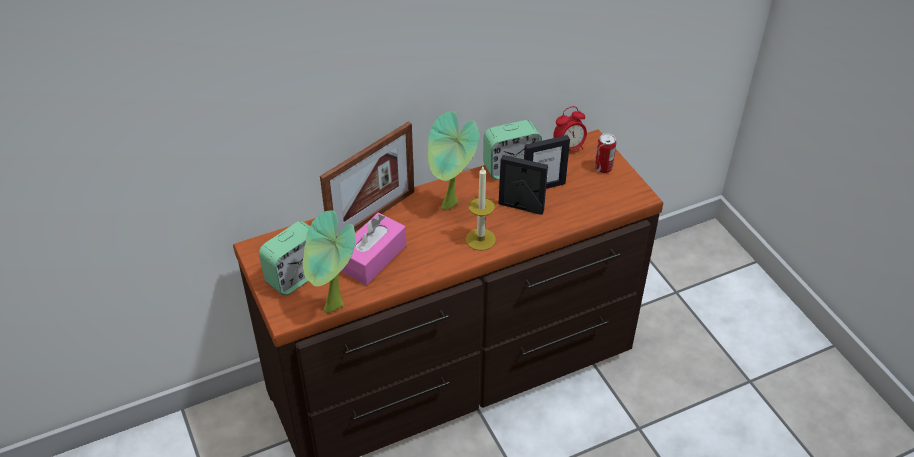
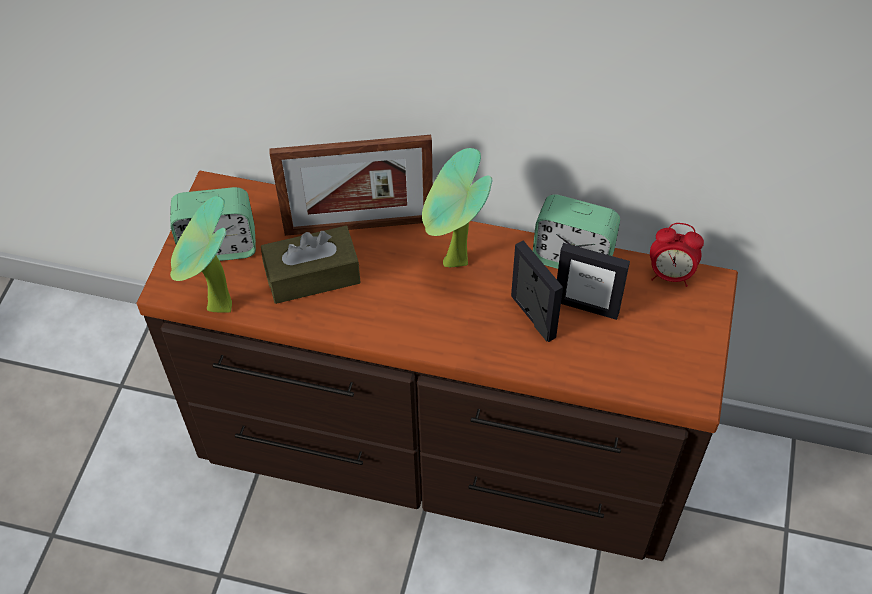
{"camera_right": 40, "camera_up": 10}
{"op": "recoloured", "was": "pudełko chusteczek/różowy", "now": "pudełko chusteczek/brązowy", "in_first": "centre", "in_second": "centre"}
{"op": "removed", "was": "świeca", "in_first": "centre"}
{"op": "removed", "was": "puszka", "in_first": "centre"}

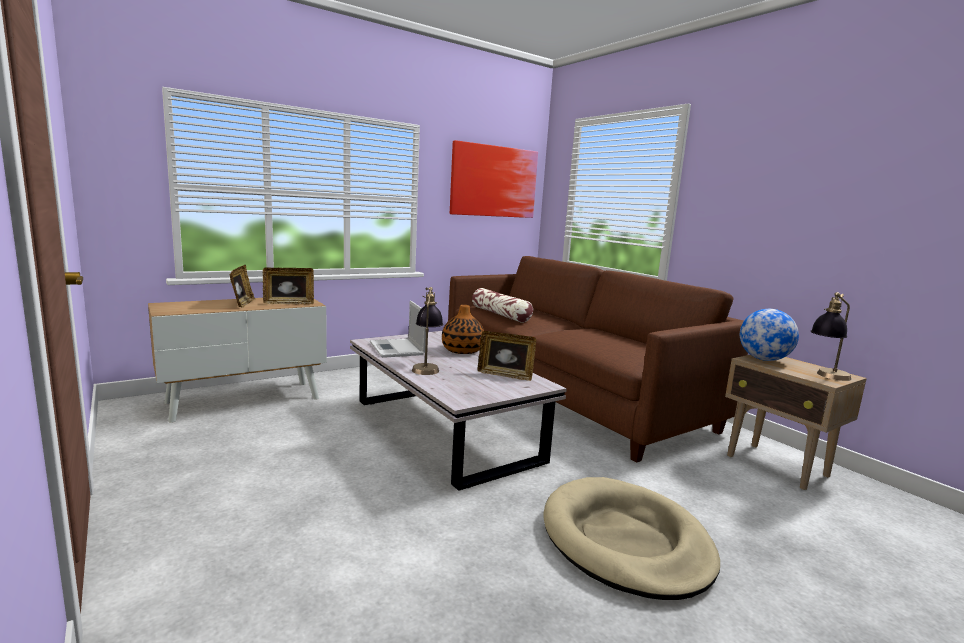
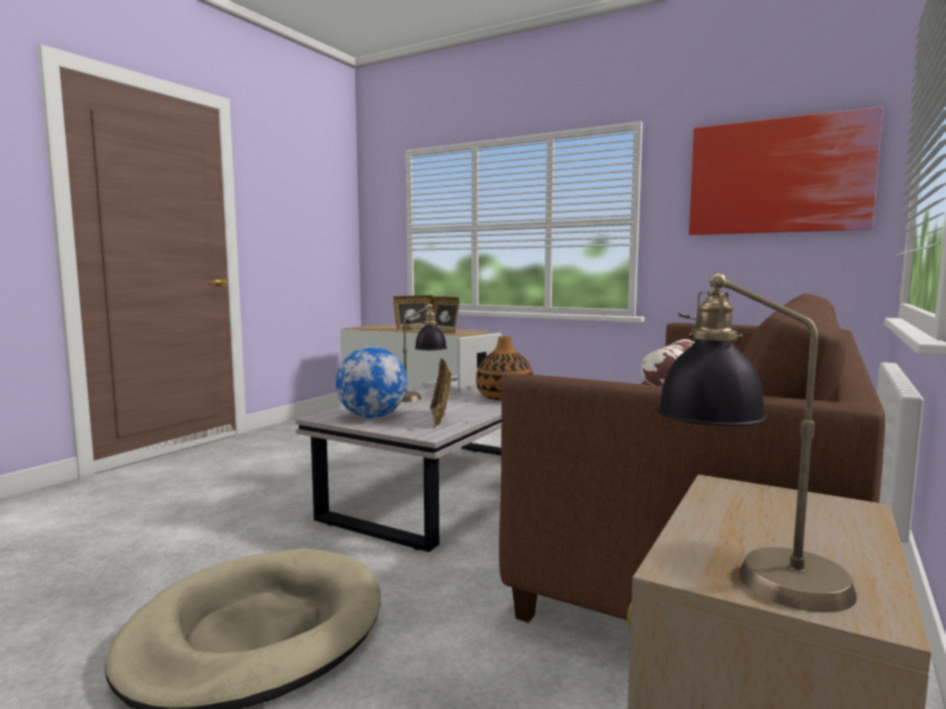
{"camera_right": 65, "camera_up": -5}
{"op": "moved", "was": "globus", "in_first": "middle right", "in_second": "centre"}

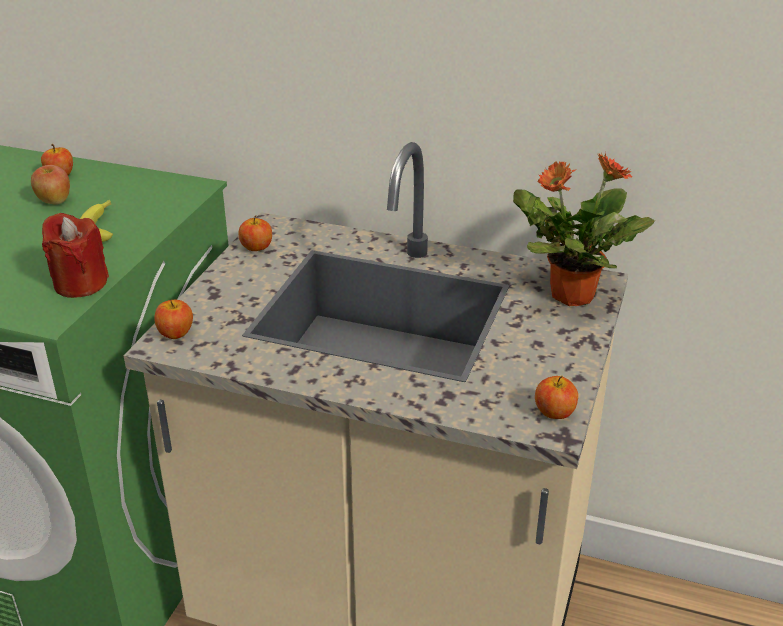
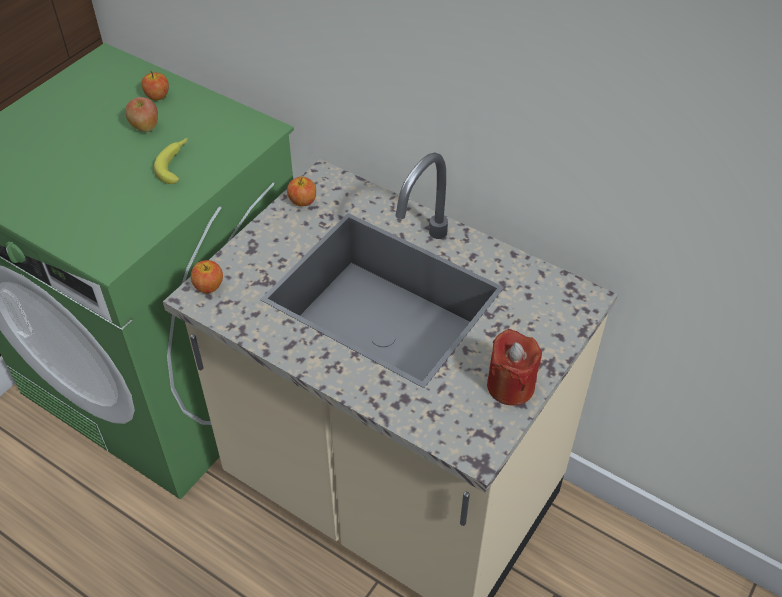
{"camera_right": 15, "camera_up": 15}
{"op": "moved", "was": "świeca/czerwony", "in_first": "middle left", "in_second": "centre"}
{"op": "removed", "was": "roślina doniczkowa", "in_first": "middle right"}
{"op": "removed", "was": "jabłko (5th from left)", "in_first": "middle right"}

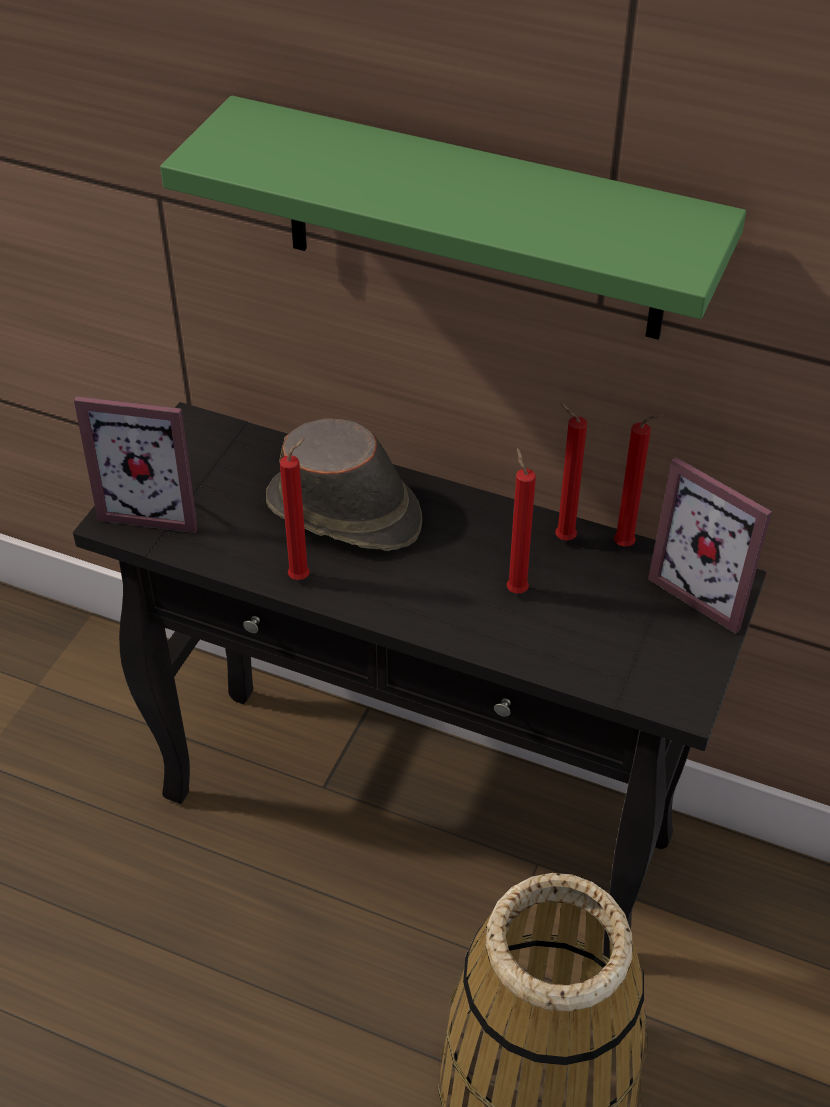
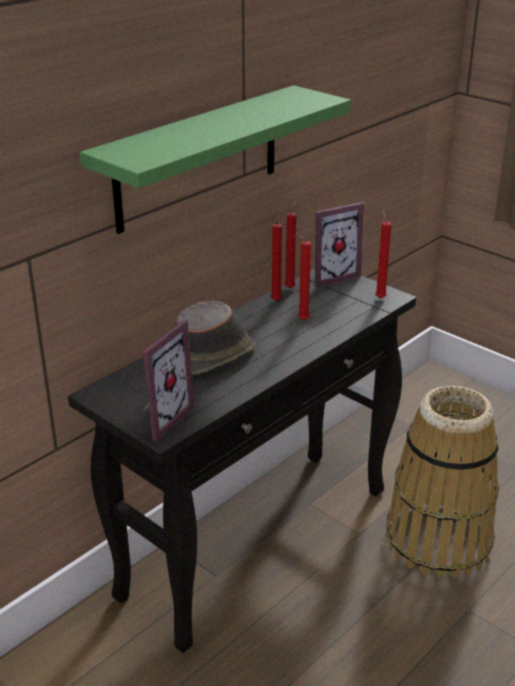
{"camera_right": -70, "camera_up": -15}
{"op": "moved", "was": "świeca/czerwony (1st from left in the first image)", "now": "świeca/czerwony (4th from left)", "in_first": "centre", "in_second": "middle right"}

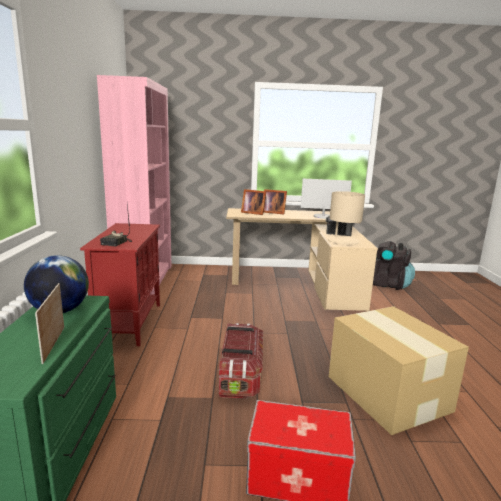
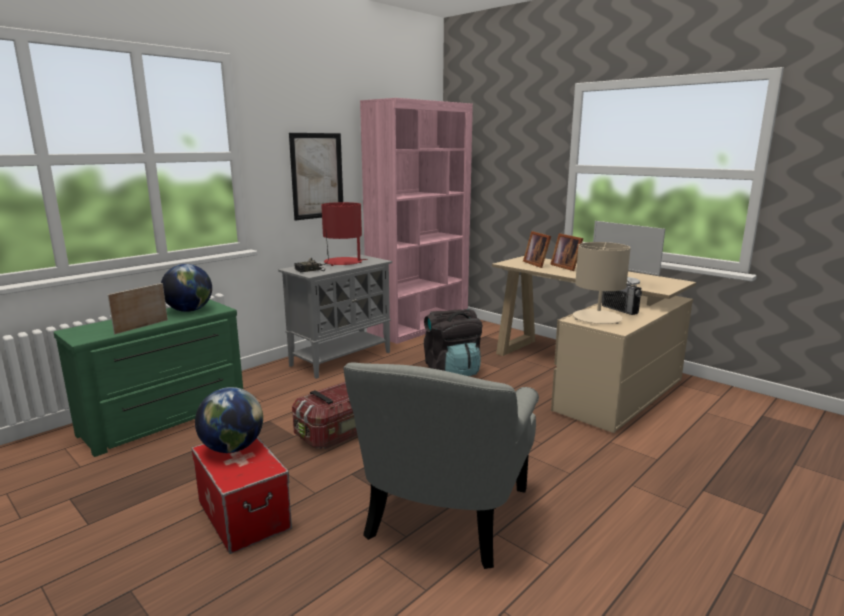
{"camera_right": 45, "camera_up": 0}
{"op": "recoloured", "was": "szafka/czerwony", "now": "szafka/szary", "in_first": "middle left", "in_second": "centre"}
{"op": "replaced", "was": "karton", "now": "fotel/szary", "in_first": "bottom right", "in_second": "bottom centre"}
{"op": "moved", "was": "plecak/czarny", "in_first": "middle right", "in_second": "centre"}
{"op": "added", "now": "globus (2nd from left)", "in_second": "bottom left"}
{"op": "added", "now": "obraz", "in_second": "top centre"}
{"op": "added", "now": "lampa stołowa/czerwony", "in_second": "centre"}

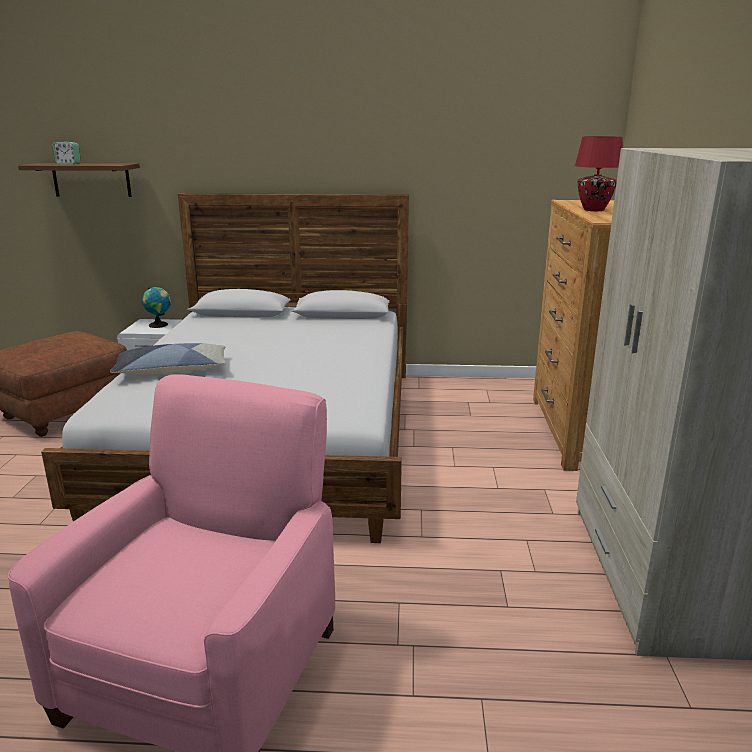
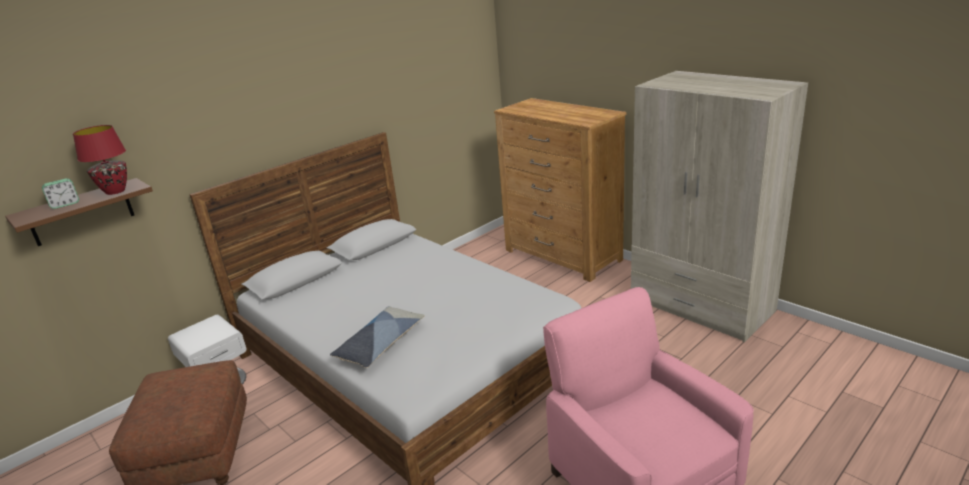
{"camera_right": -45, "camera_up": 5}
{"op": "removed", "was": "globus", "in_first": "middle left"}
{"op": "moved", "was": "lampa stołowa/czerwony", "in_first": "top right", "in_second": "top left"}

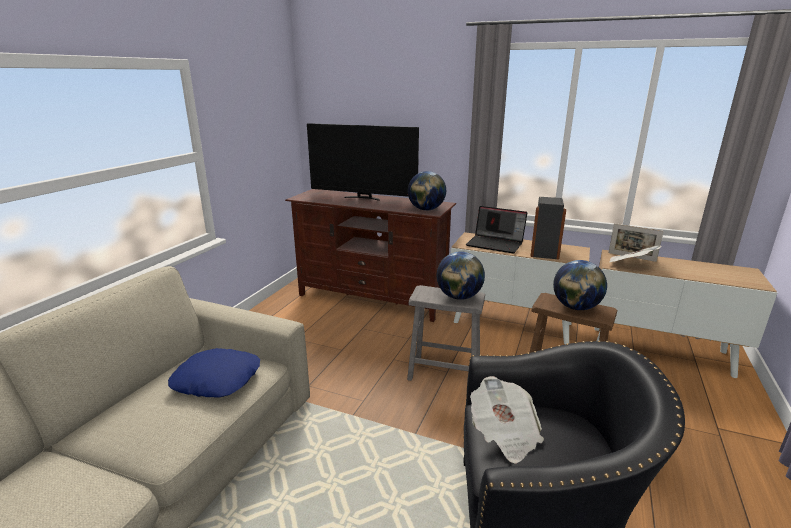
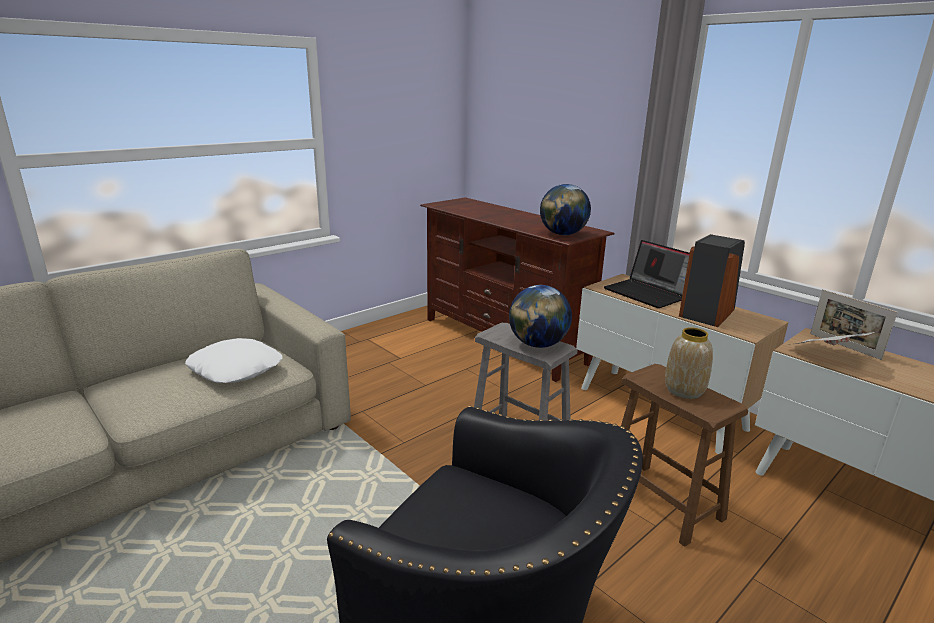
{"camera_right": 25, "camera_up": 0}
{"op": "recoloured", "was": "poduszka/niebieski", "now": "poduszka/biały", "in_first": "bottom left", "in_second": "middle left"}
{"op": "removed", "was": "telewizor", "in_first": "top centre"}
{"op": "removed", "was": "gazeta (1st from left)", "in_first": "bottom centre"}
{"op": "replaced", "was": "globus (3rd from left)", "now": "wazon", "in_first": "middle right", "in_second": "middle right"}

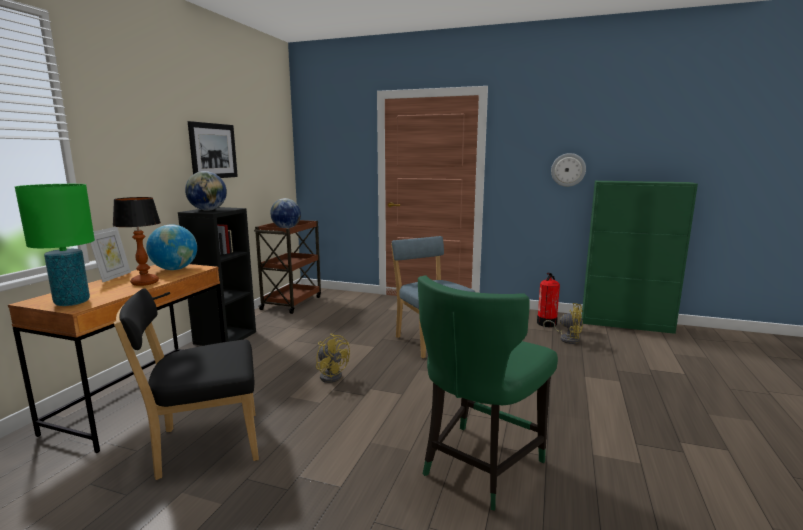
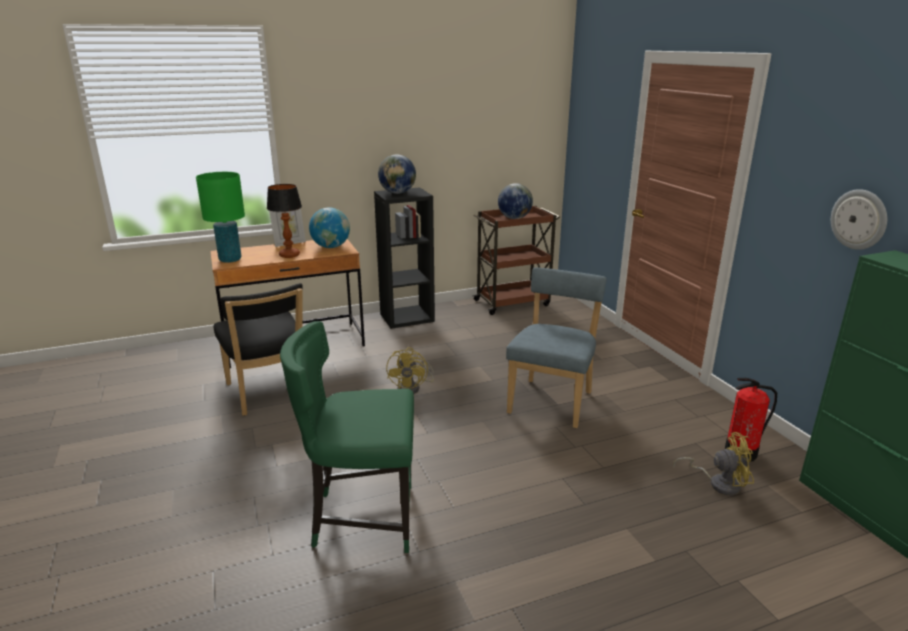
{"camera_right": 50, "camera_up": 10}
{"op": "turned", "was": "krzesło/czarny", "in_first": "bottom left", "in_second": "middle left", "clockwise": -150}
{"op": "removed", "was": "obraz", "in_first": "top left"}
{"op": "turned", "was": "wentylator/żółty (2nd from left)", "in_first": "middle right", "in_second": "bottom right", "clockwise": -75}

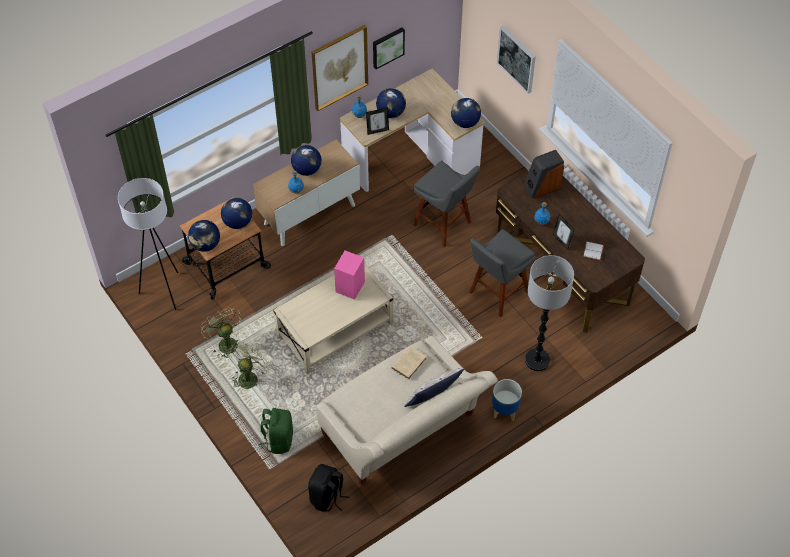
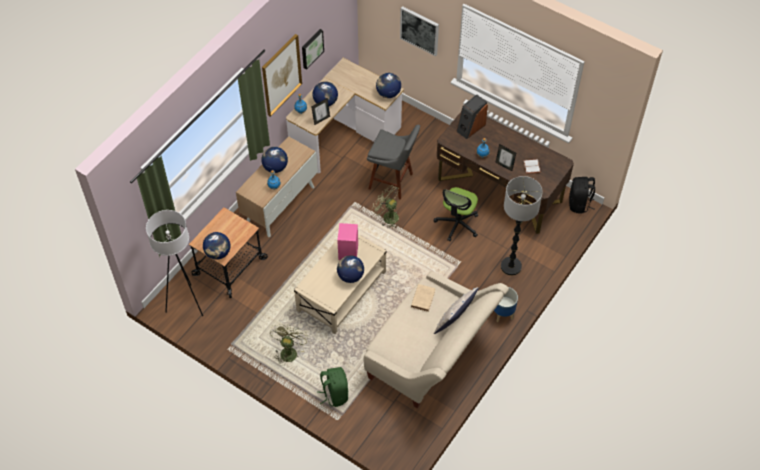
{"camera_right": -20, "camera_up": 0}
{"op": "moved", "was": "wentylator/zielony (1st from left in the first image)", "now": "wentylator/zielony (2nd from left)", "in_first": "middle left", "in_second": "centre"}
{"op": "moved", "was": "globus (2nd from left in the first image)", "now": "globus (4th from left)", "in_first": "middle left", "in_second": "centre"}
{"op": "moved", "was": "plecak/czarny", "in_first": "bottom centre", "in_second": "middle right"}
{"op": "replaced", "was": "stołek/szary (2nd from left)", "now": "krzesło biurowe", "in_first": "centre", "in_second": "centre"}

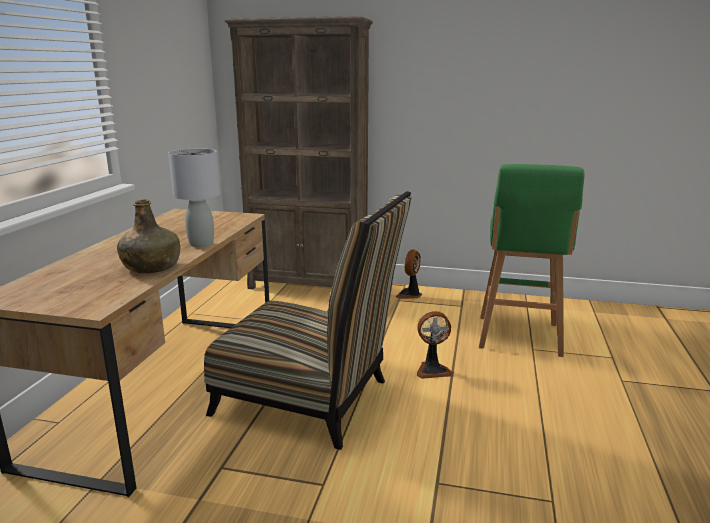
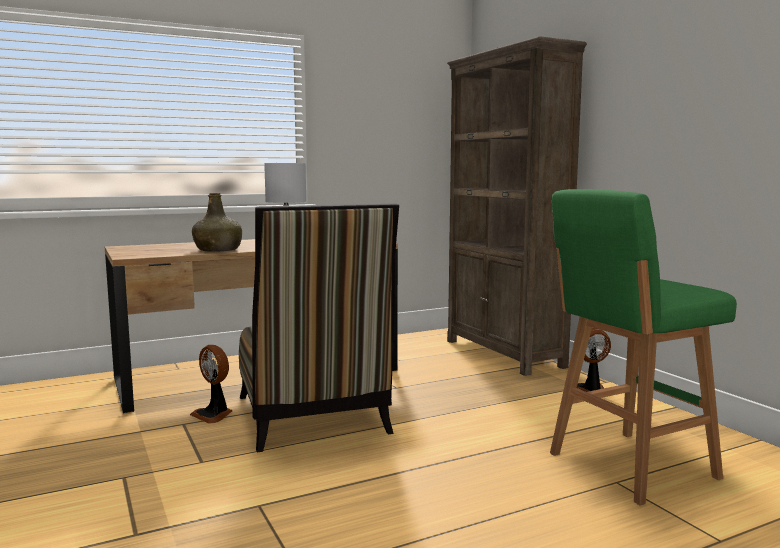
{"camera_right": 50, "camera_up": -10}
{"op": "moved", "was": "wentylator (2nd from left in the first image)", "now": "wentylator (1st from left)", "in_first": "centre", "in_second": "bottom left"}

